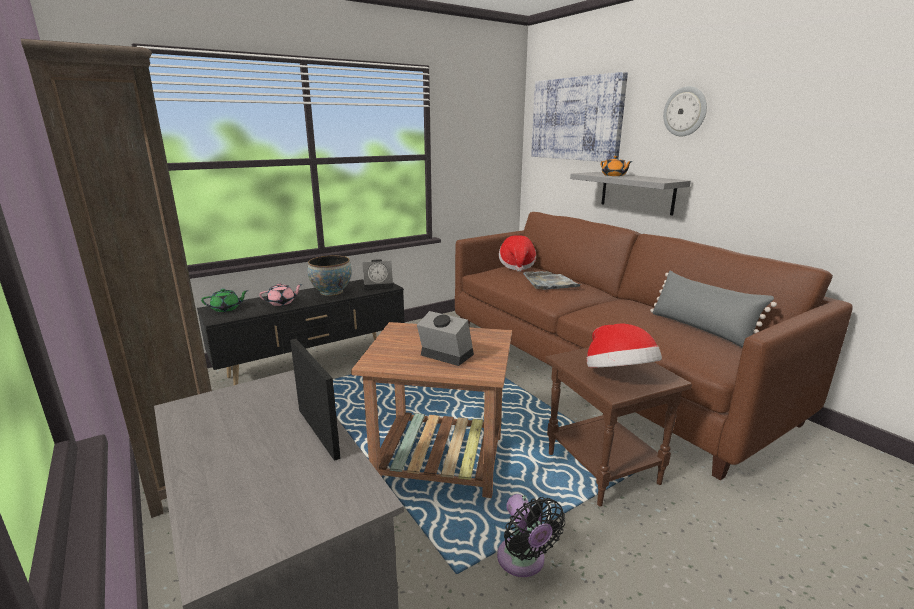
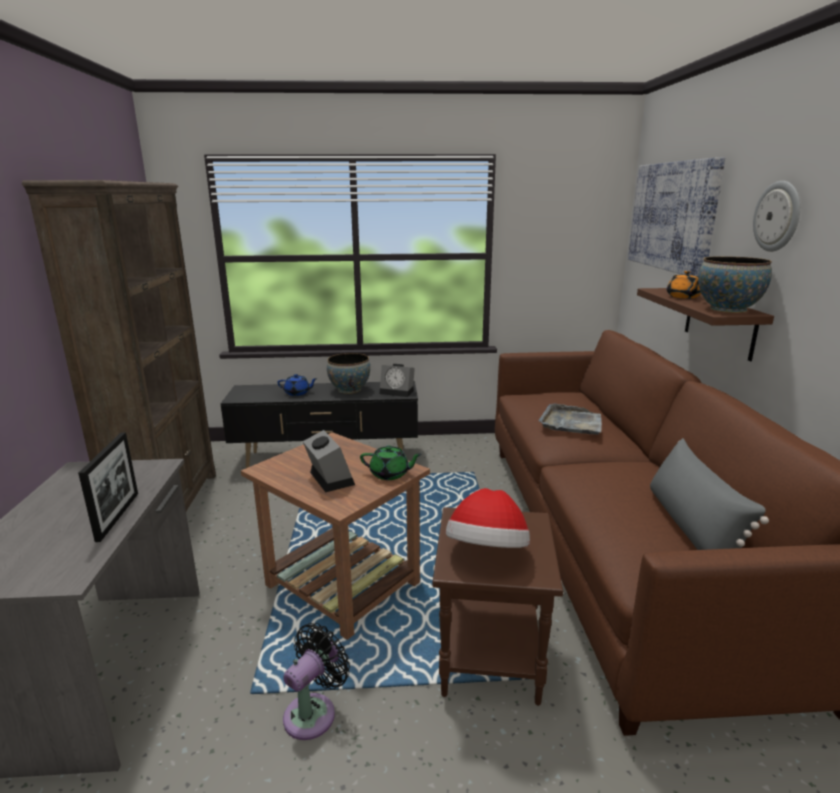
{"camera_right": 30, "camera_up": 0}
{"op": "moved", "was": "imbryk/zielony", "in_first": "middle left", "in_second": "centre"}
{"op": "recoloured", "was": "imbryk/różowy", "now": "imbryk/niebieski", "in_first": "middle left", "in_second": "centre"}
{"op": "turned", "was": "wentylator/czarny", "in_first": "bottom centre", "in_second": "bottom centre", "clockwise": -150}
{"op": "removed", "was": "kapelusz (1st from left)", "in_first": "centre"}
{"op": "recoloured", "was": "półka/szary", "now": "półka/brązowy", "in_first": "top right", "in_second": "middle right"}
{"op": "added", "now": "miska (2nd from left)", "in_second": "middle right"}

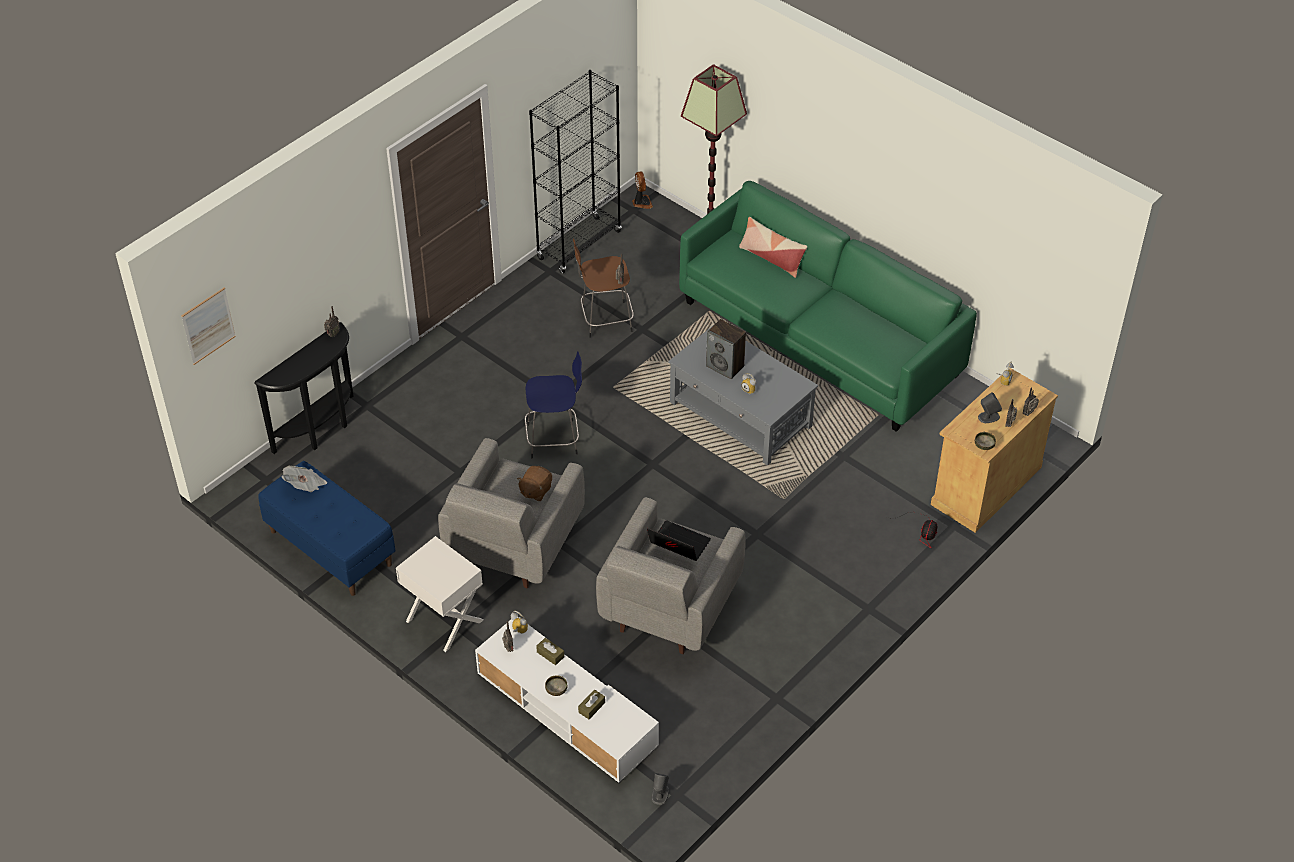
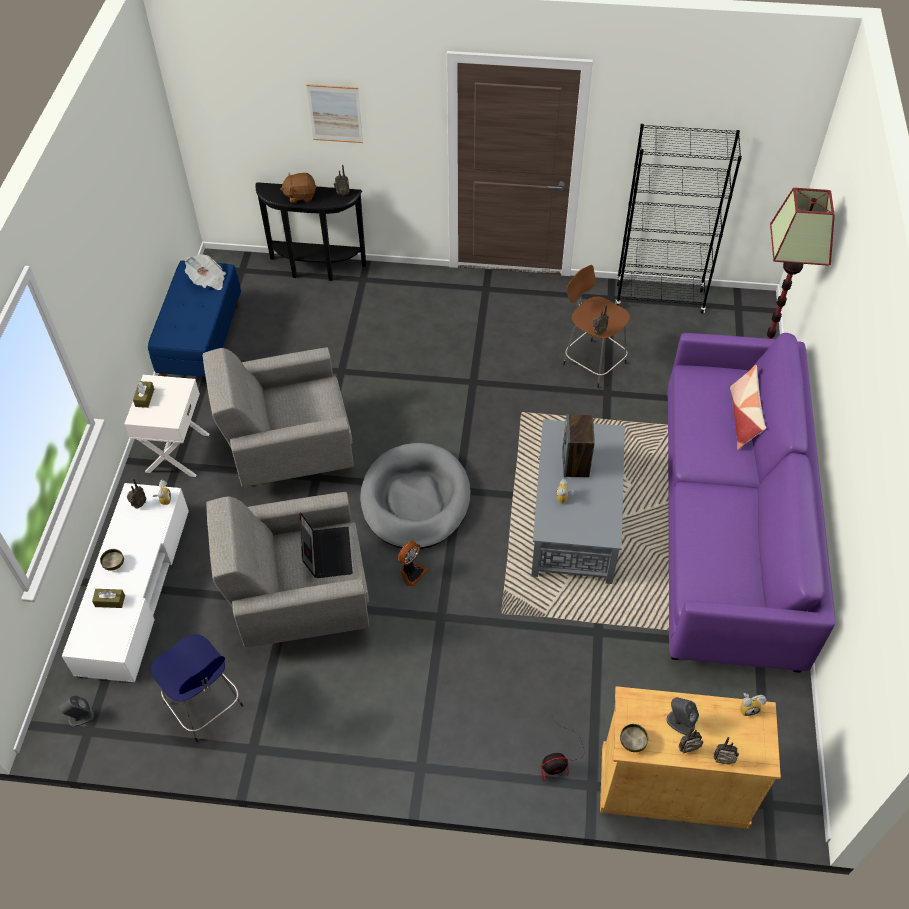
{"camera_right": 55, "camera_up": 5}
{"op": "moved", "was": "obraz", "in_first": "middle left", "in_second": "top centre"}
{"op": "moved", "was": "pluszak/brązowy", "in_first": "centre", "in_second": "top left"}
{"op": "moved", "was": "stołek/niebieski", "in_first": "centre", "in_second": "bottom left"}
{"op": "moved", "was": "pudełko chusteczek/brązowy (1st from left in the first image)", "now": "pudełko chusteczek/brązowy (2nd from left)", "in_first": "bottom centre", "in_second": "middle left"}
{"op": "moved", "was": "wentylator (1st from left)", "in_first": "top centre", "in_second": "centre"}
{"op": "recoloured", "was": "kanapa/zielony", "now": "kanapa/fioletowy", "in_first": "centre", "in_second": "middle right"}
{"op": "added", "now": "legowisko/szary", "in_second": "centre"}

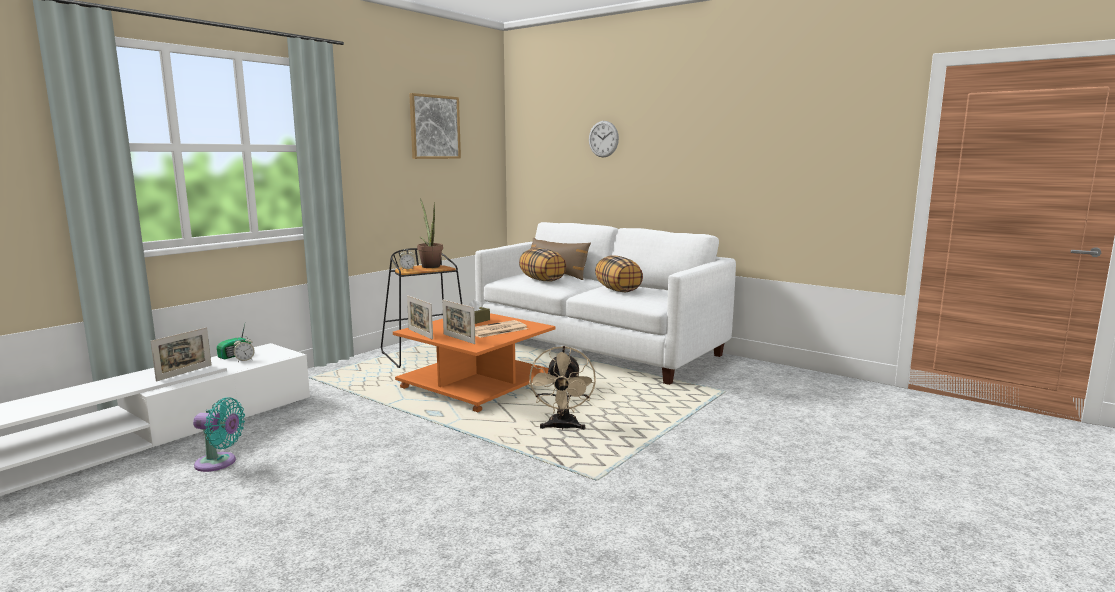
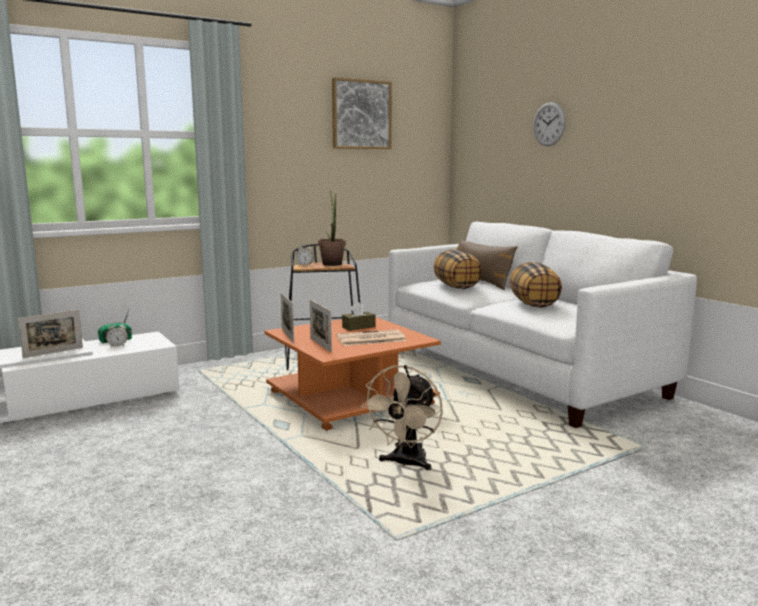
{"camera_right": 20, "camera_up": 0}
{"op": "removed", "was": "wentylator/turkusowy", "in_first": "bottom left"}

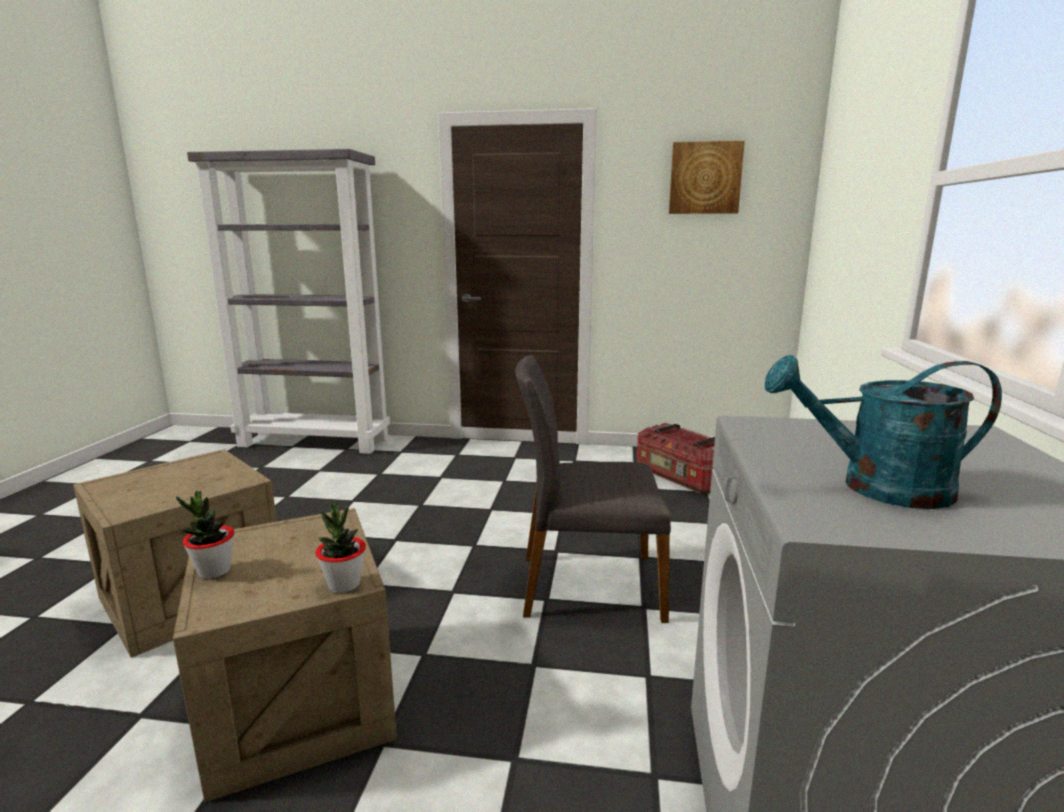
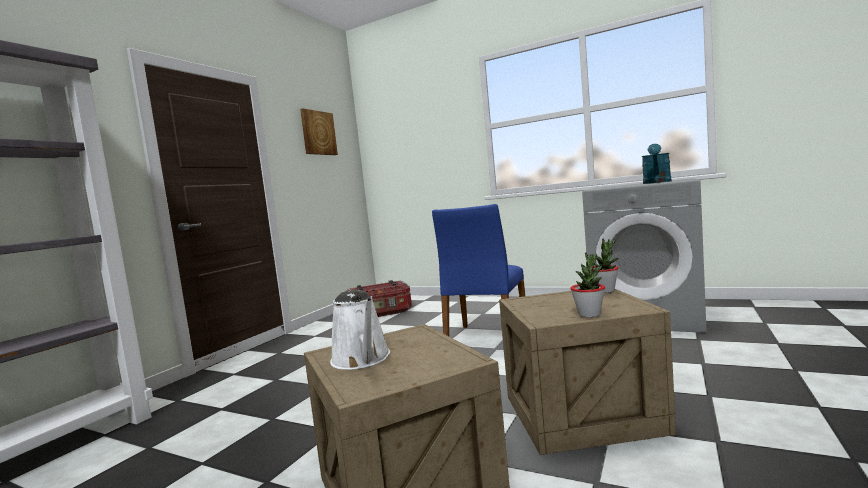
{"camera_right": -70, "camera_up": -10}
{"op": "recoloured", "was": "krzesło/szary", "now": "krzesło/niebieski", "in_first": "centre", "in_second": "centre"}
{"op": "added", "now": "konewka/biały", "in_second": "bottom centre"}

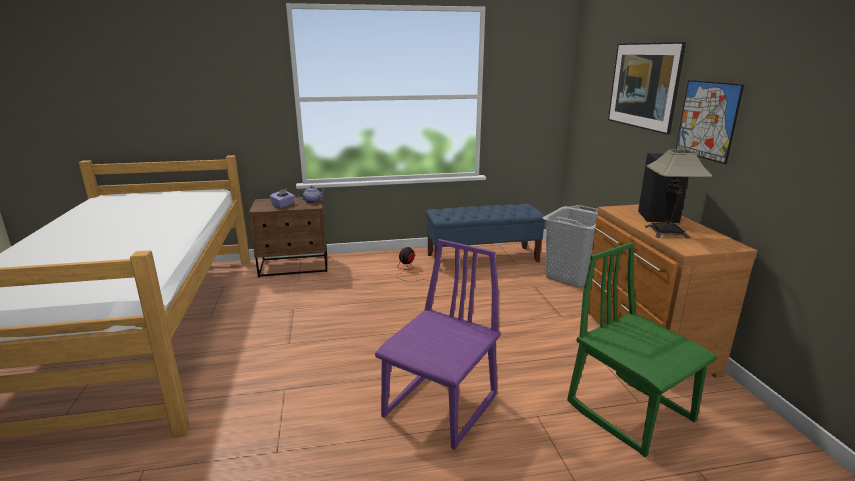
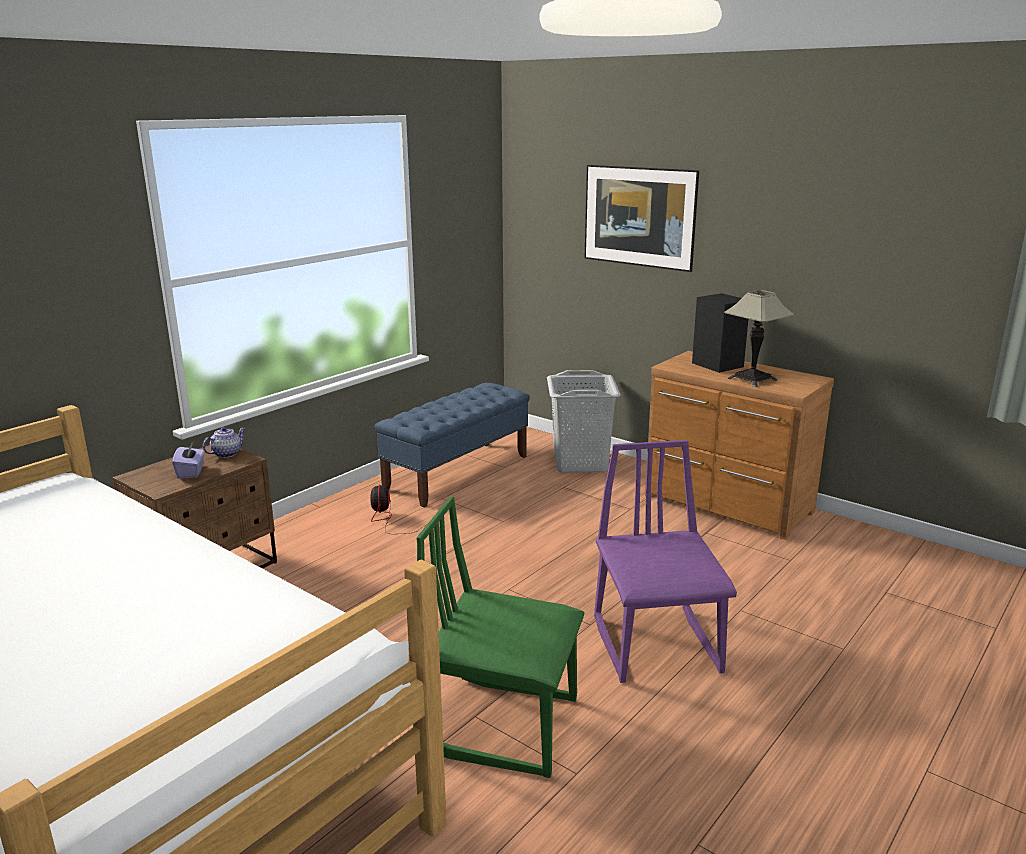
{"camera_right": -40, "camera_up": 0}
{"op": "moved", "was": "krzesło/zielony", "in_first": "bottom right", "in_second": "bottom centre"}
{"op": "removed", "was": "obraz (2nd from left)", "in_first": "top right"}

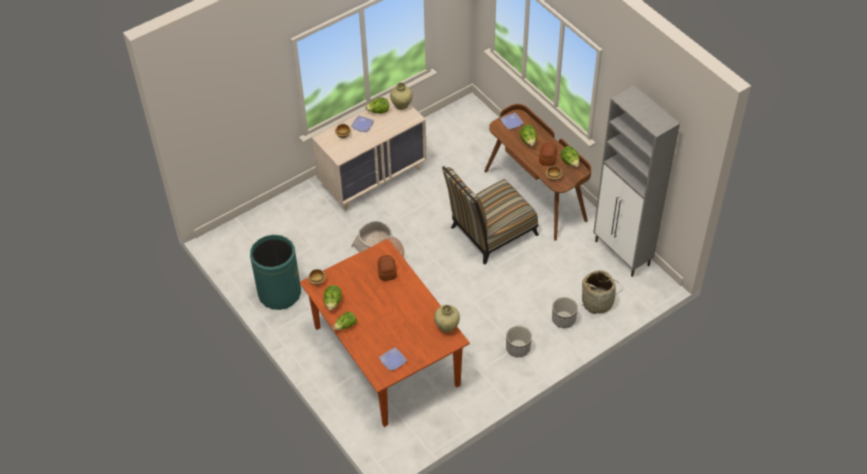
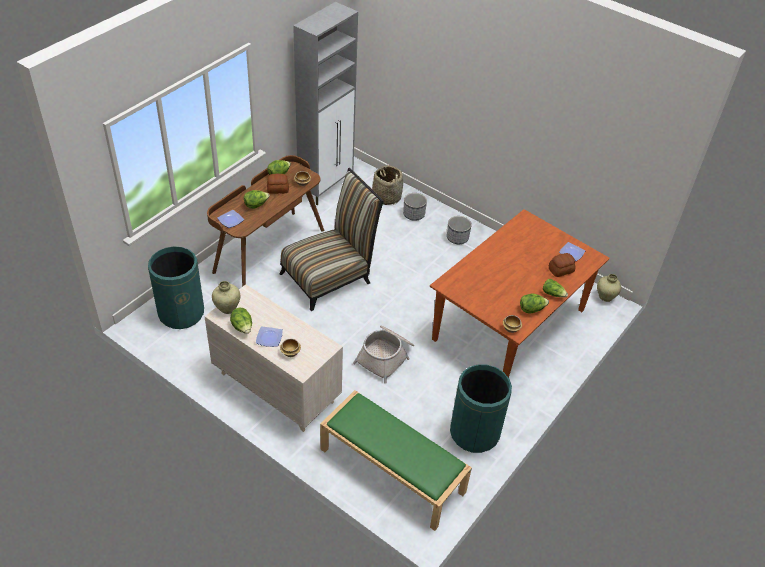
{"camera_right": -110, "camera_up": -5}
{"op": "moved", "was": "chleb (1st from left in the first image)", "now": "chleb (2nd from left)", "in_first": "centre", "in_second": "middle right"}
{"op": "moved", "was": "wazon/beżowy (2nd from left)", "in_first": "bottom centre", "in_second": "middle right"}
{"op": "turned", "was": "krzesło", "in_first": "centre", "in_second": "centre", "clockwise": -75}
{"op": "added", "now": "kosz na śmieci/zielony (1st from left)", "in_second": "middle left"}
{"op": "added", "now": "ławka/zielony", "in_second": "bottom centre"}

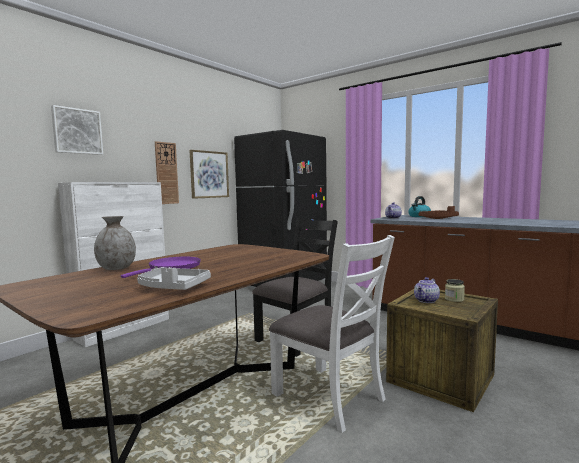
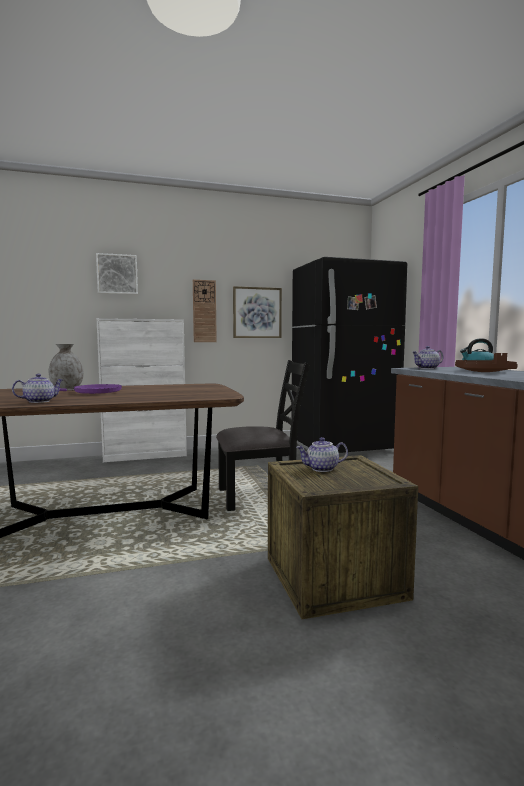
{"camera_right": 35, "camera_up": 0}
{"op": "replaced", "was": "taca/szary", "now": "imbryk (1st from left)", "in_first": "middle left", "in_second": "middle left"}
{"op": "removed", "was": "krzesło/biały", "in_first": "bottom centre"}
{"op": "removed", "was": "słoik", "in_first": "middle right"}

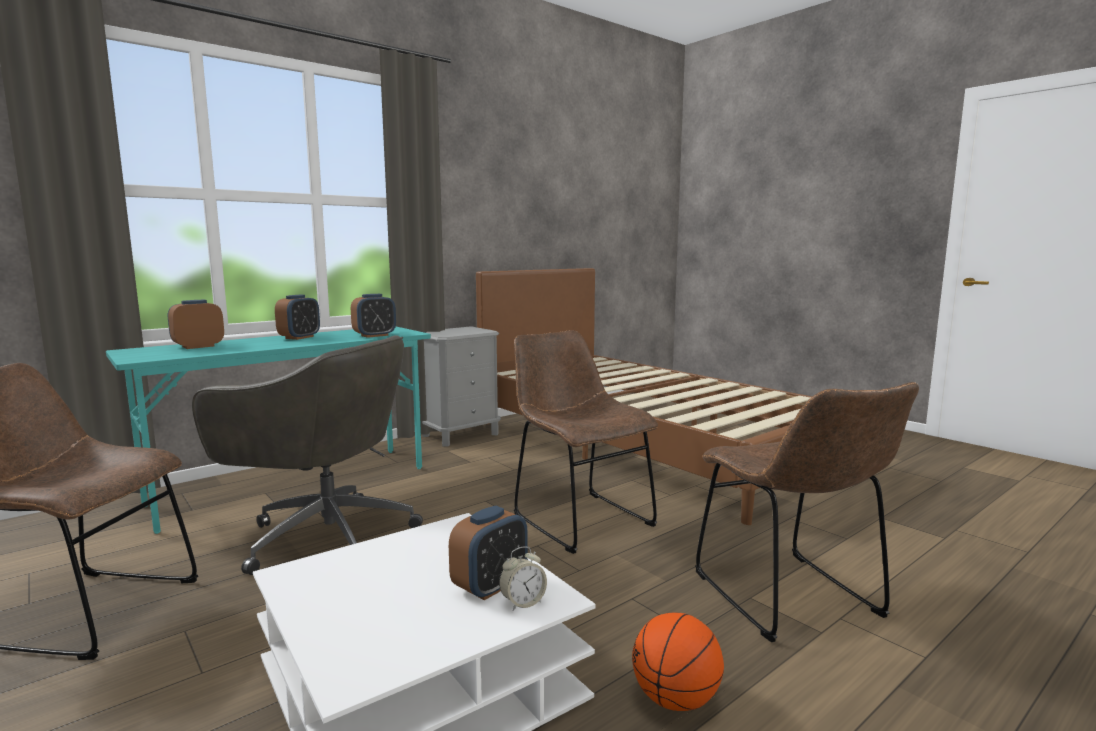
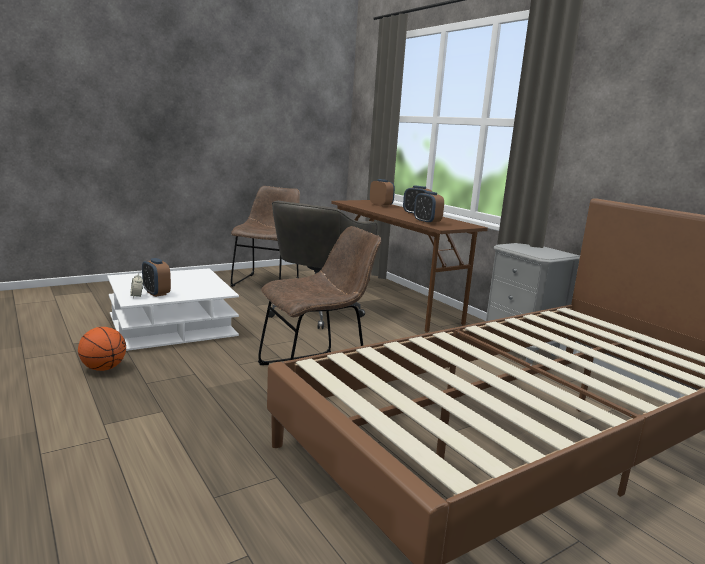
{"camera_right": 95, "camera_up": 5}
{"op": "recoloured", "was": "biurko/turkusowy", "now": "biurko/brązowy", "in_first": "middle left", "in_second": "centre"}
{"op": "removed", "was": "krzesło/brązowy (3rd from left)", "in_first": "bottom right"}

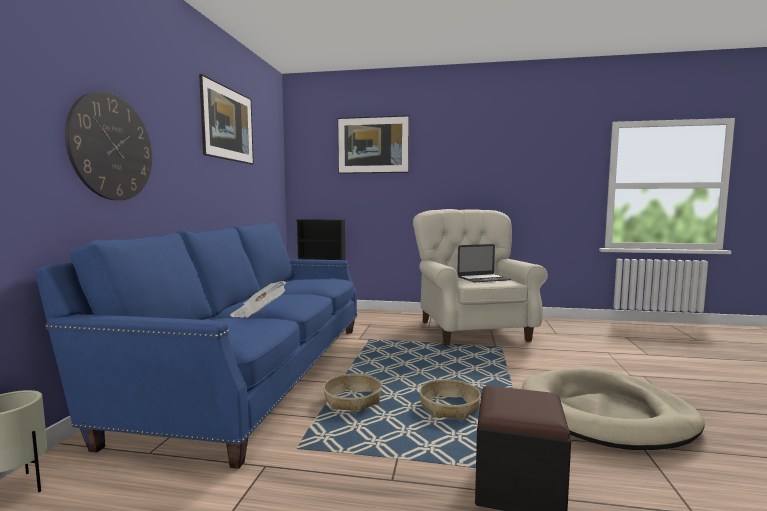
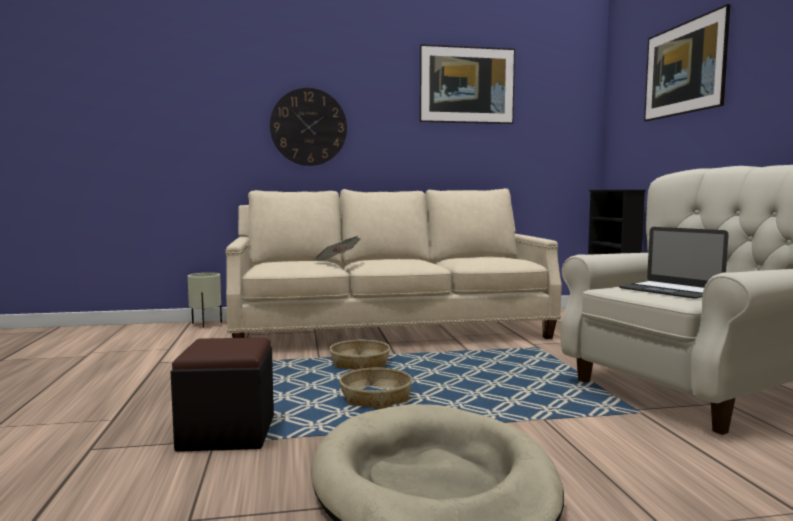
{"camera_right": 70, "camera_up": 0}
{"op": "recoloured", "was": "kanapa/niebieski", "now": "kanapa/beżowy", "in_first": "bottom left", "in_second": "centre"}

